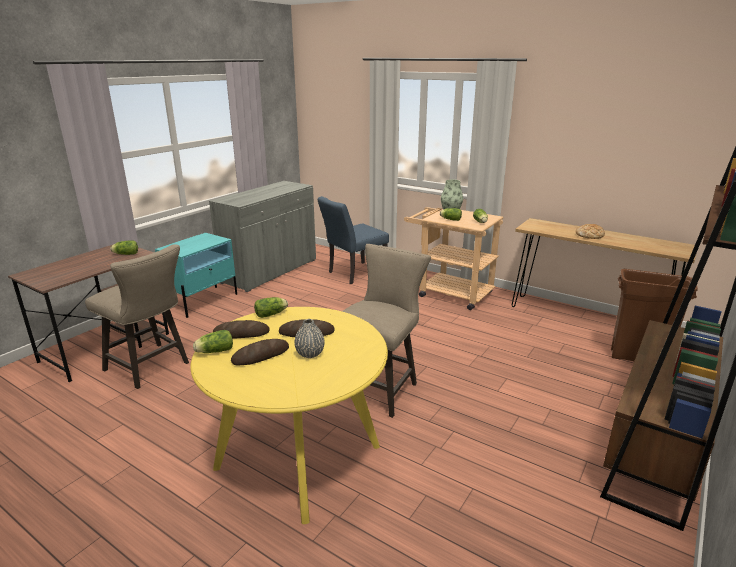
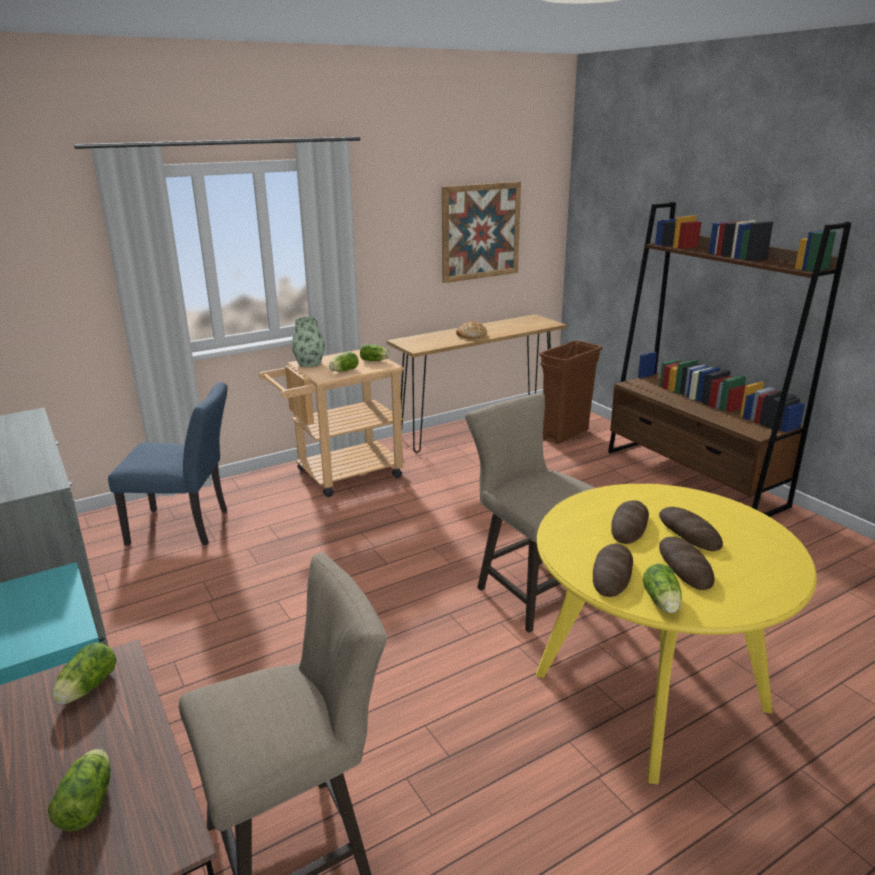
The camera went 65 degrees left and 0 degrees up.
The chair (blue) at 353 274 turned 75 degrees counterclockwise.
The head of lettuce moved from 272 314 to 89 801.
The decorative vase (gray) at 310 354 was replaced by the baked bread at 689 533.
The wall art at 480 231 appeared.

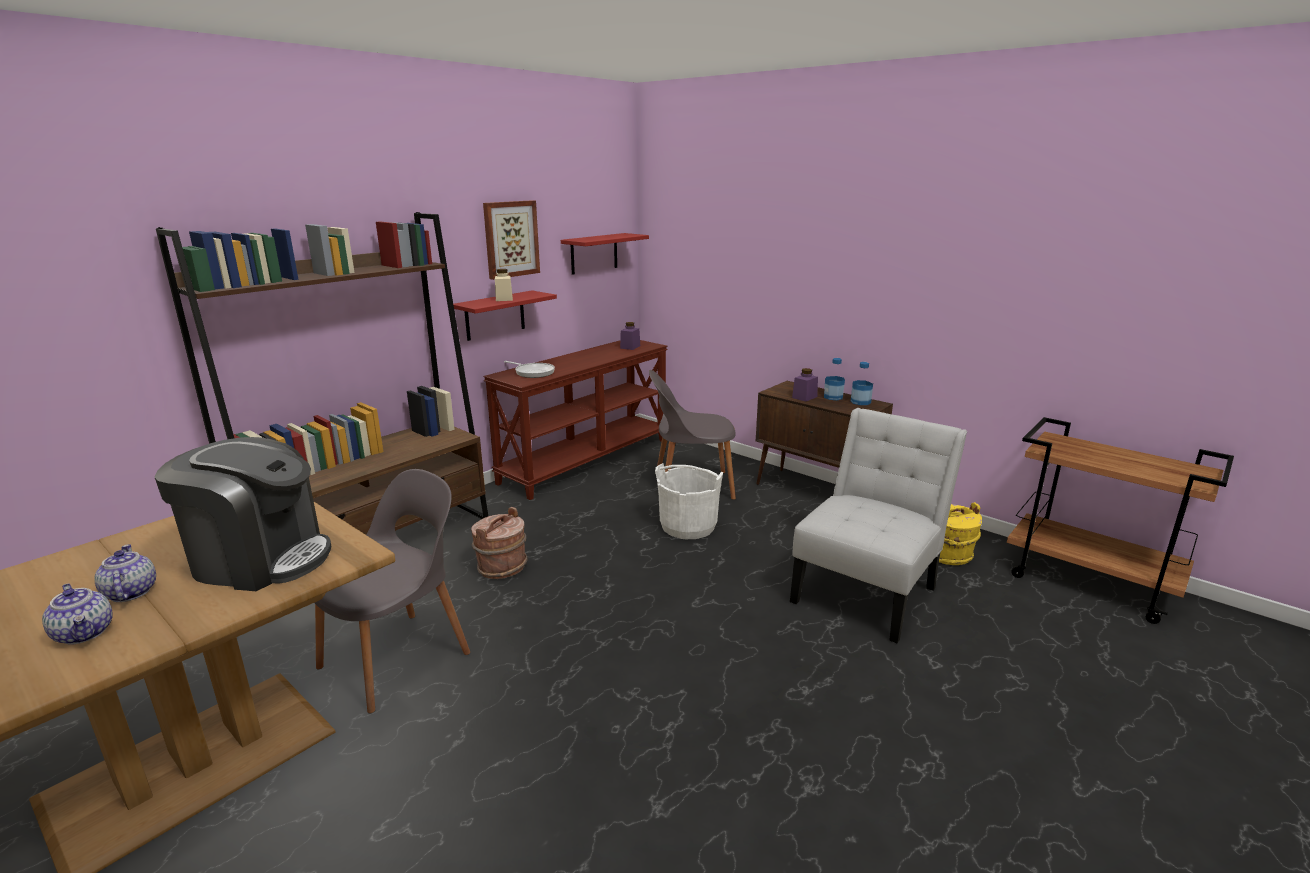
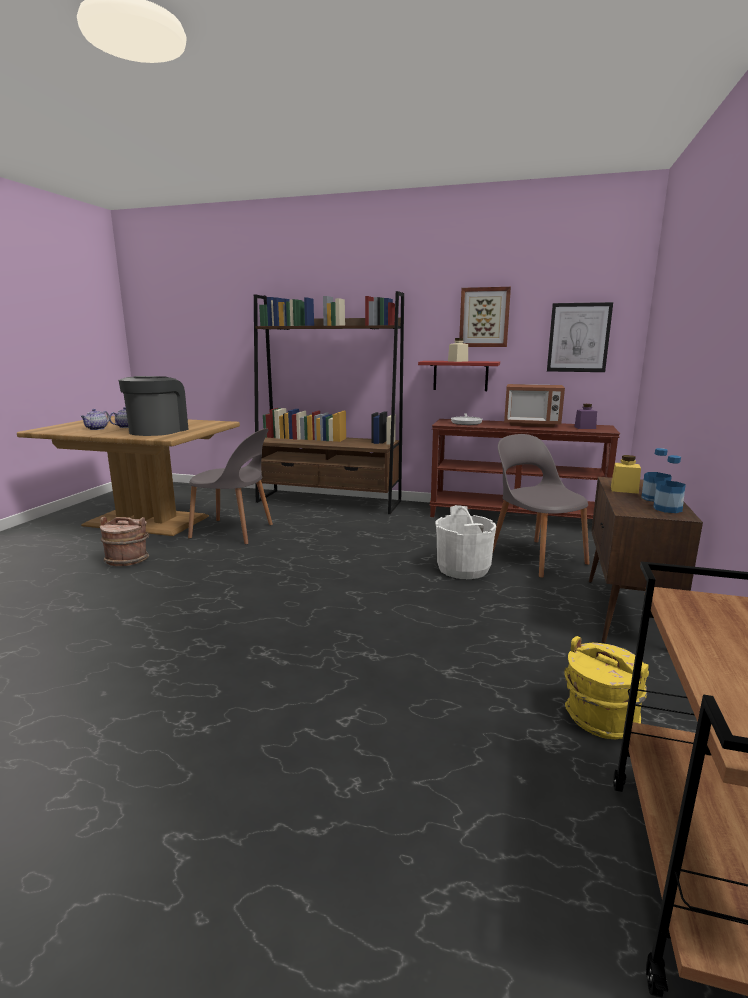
The camera went 65 degrees right and 5 degrees down.
The wall shelf (red-coloured) at 594 253 was replaced by the wall art at 578 337.
The preserve jar (purplish) at 804 397 became the preserve jar (yellow-coloured) at 624 490.
The chair (white) at 867 591 disappeared.
The coffee brewer at 261 559 turned 150 degrees counterclockwise.
The pail (brown) moved from 501 567 to 128 560.
The microwave at 531 424 appeared.

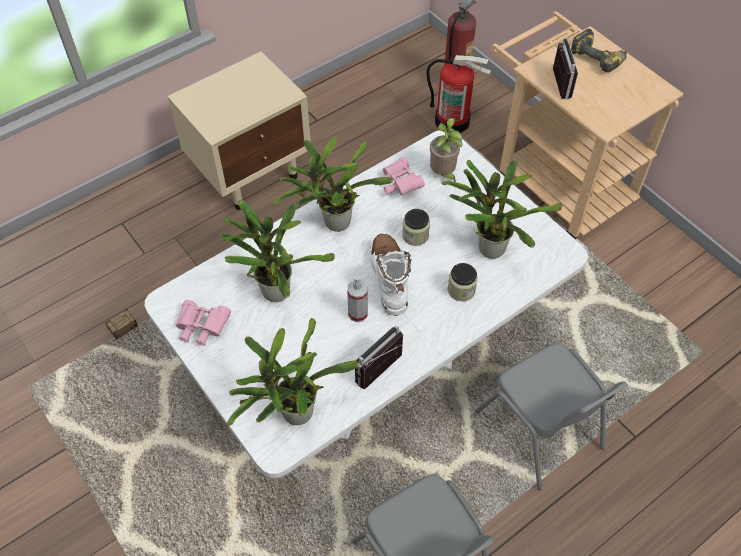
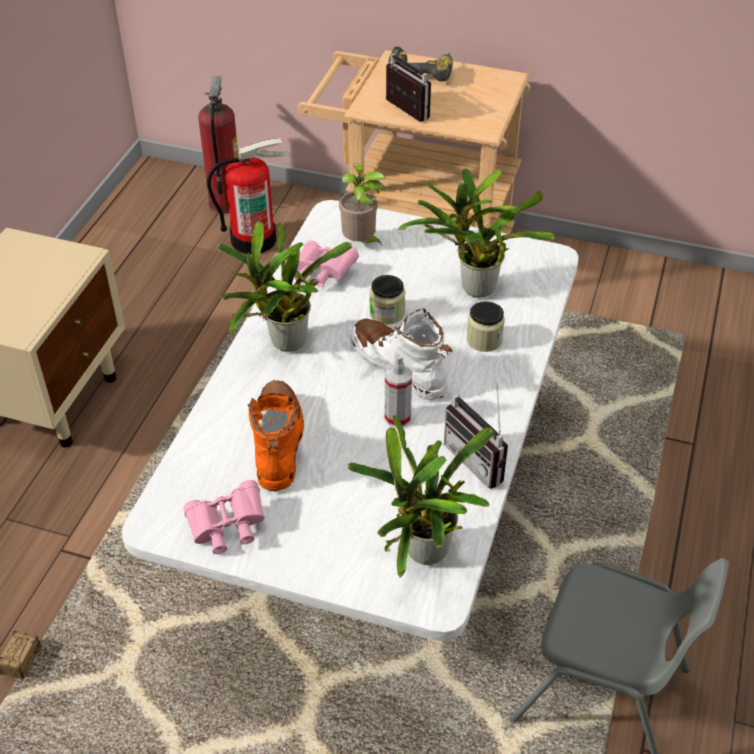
The camera went 35 degrees left and 10 degrees down.
The plant in a pot at 274 289 was replaced by the high-top boot (orange-coloured) at 278 442.
The radio set at 383 374 turned 45 degrees counterclockwise.
The chair (gray) at 540 431 disappeared.

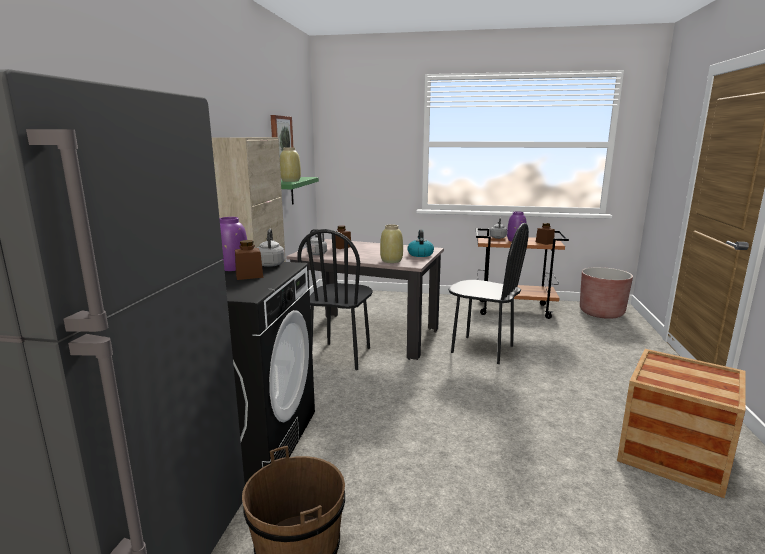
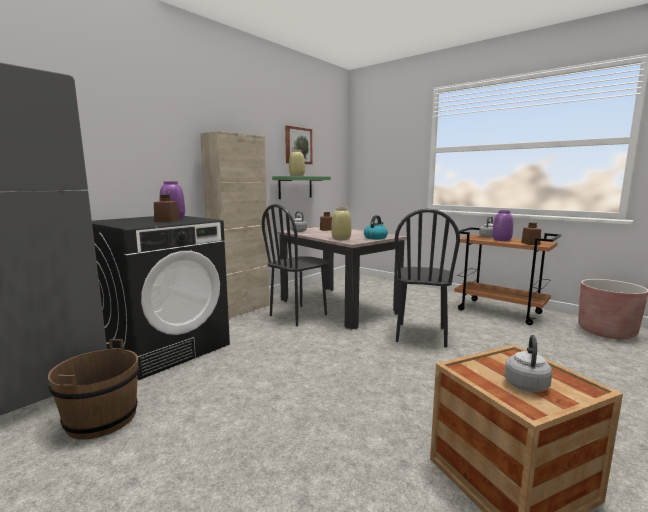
The camera went 30 degrees right and 5 degrees down.
The chair (black-coloured) at 482 349 turned 45 degrees clockwise.
The water kettle (gray) moved from 270 264 to 526 384.

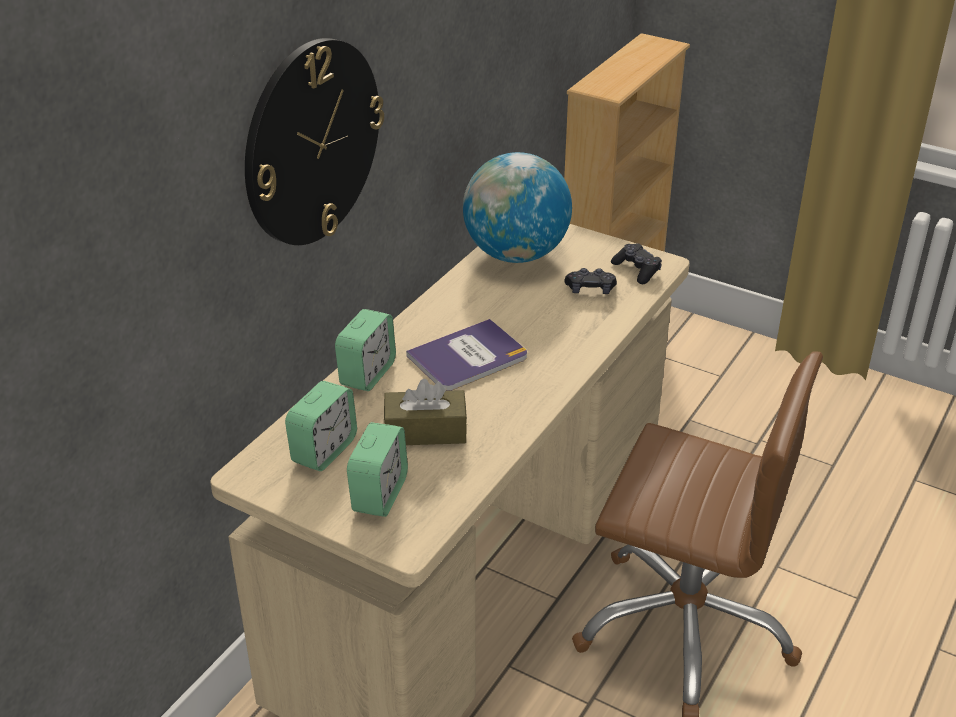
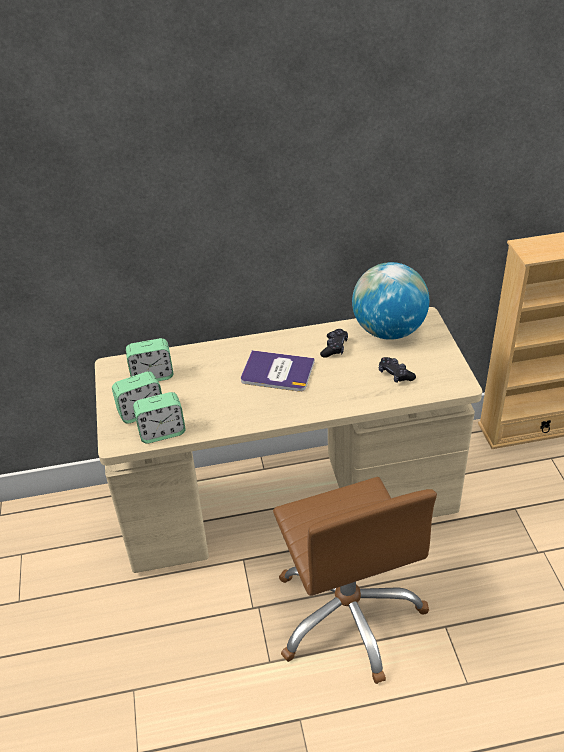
The camera went 50 degrees right and 5 degrees up.
The clock on the wall at 312 142 disappeared.
The joypad (black-coloured) moved from 637 270 to 334 348.
The alarm clock moved from 367 374 to 162 432.
The tissue holder (brown) at 425 431 disappeared.

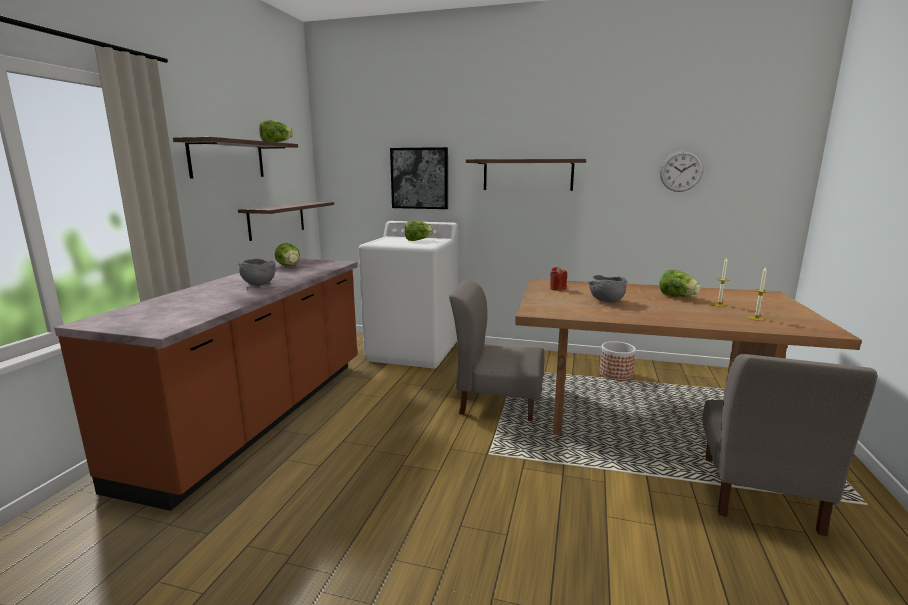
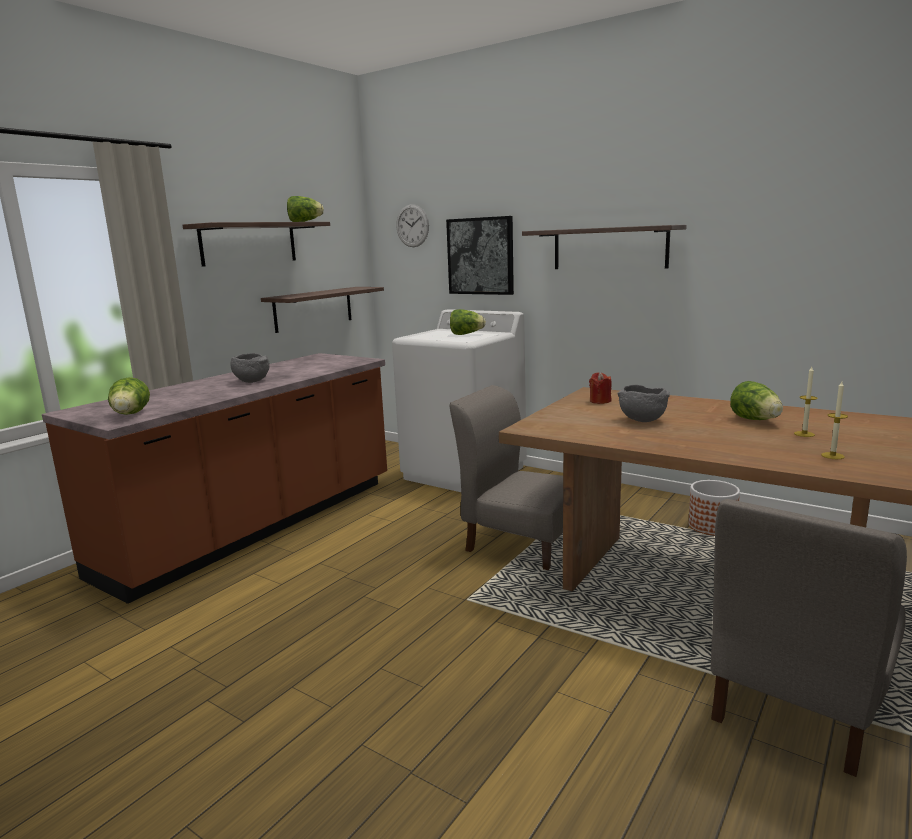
The camera went 20 degrees right and 0 degrees up.
The clock on the wall moved from 681 171 to 412 226.
The head of lettuce moved from 290 266 to 130 415.

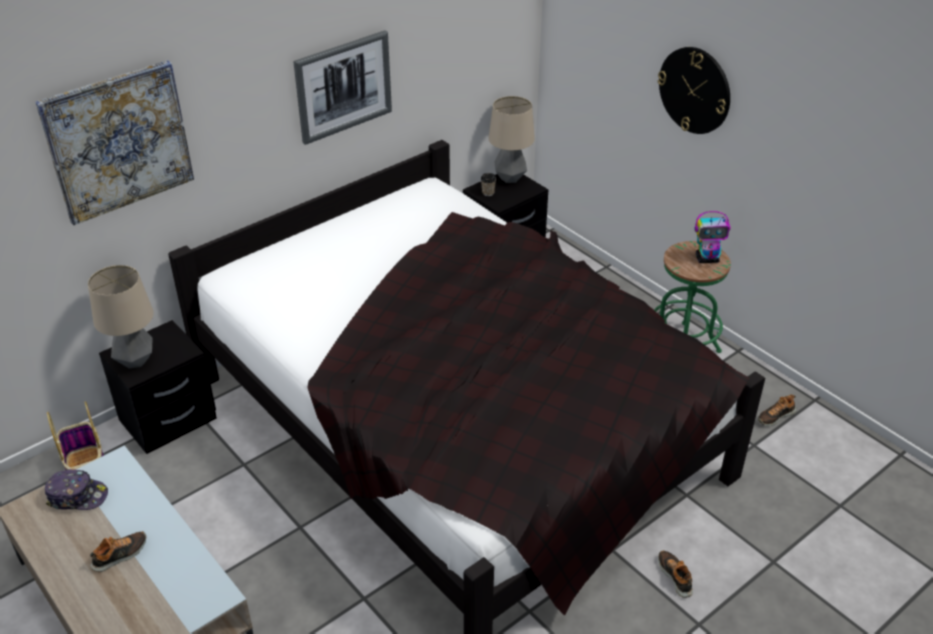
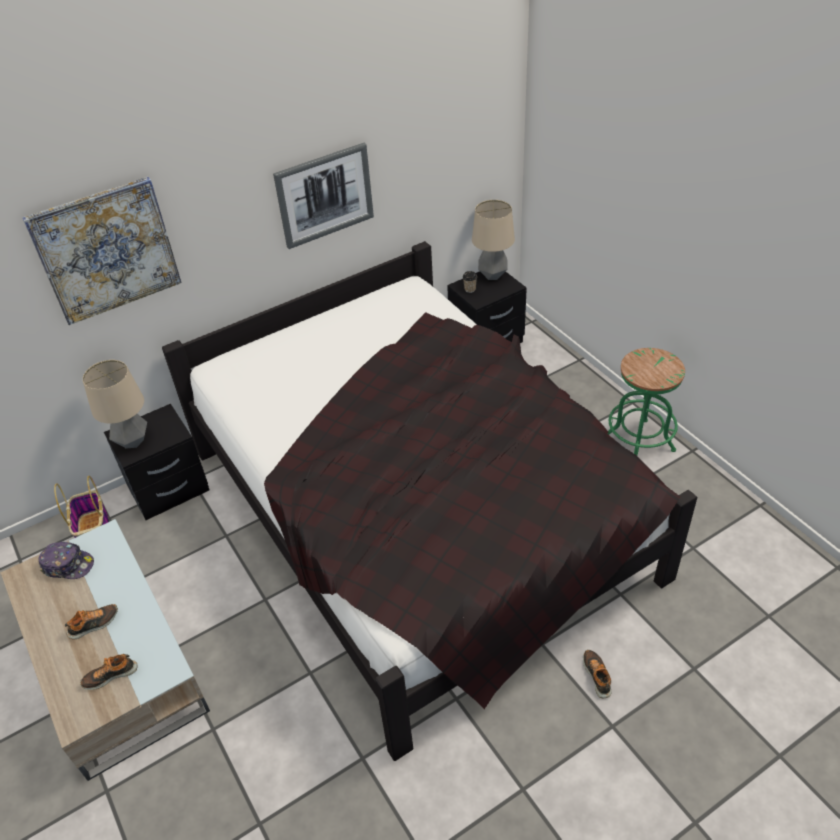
The camera went 10 degrees right and 5 degrees up.
The clock on the wall at 695 90 disappeared.
The model robot at 707 259 disappeared.
The shoe moved from 775 416 to 110 675.

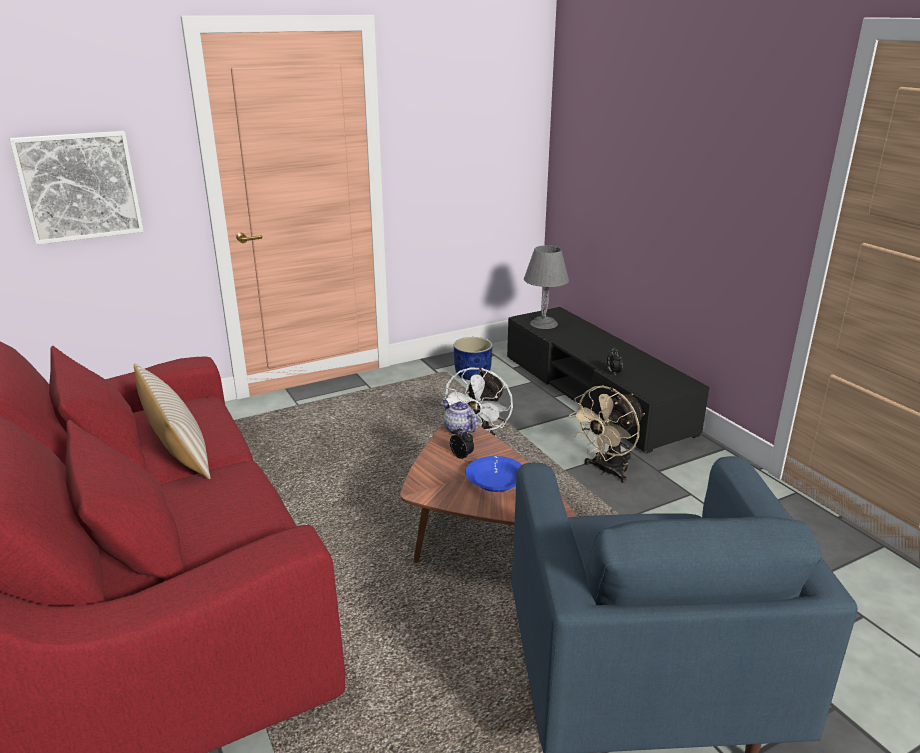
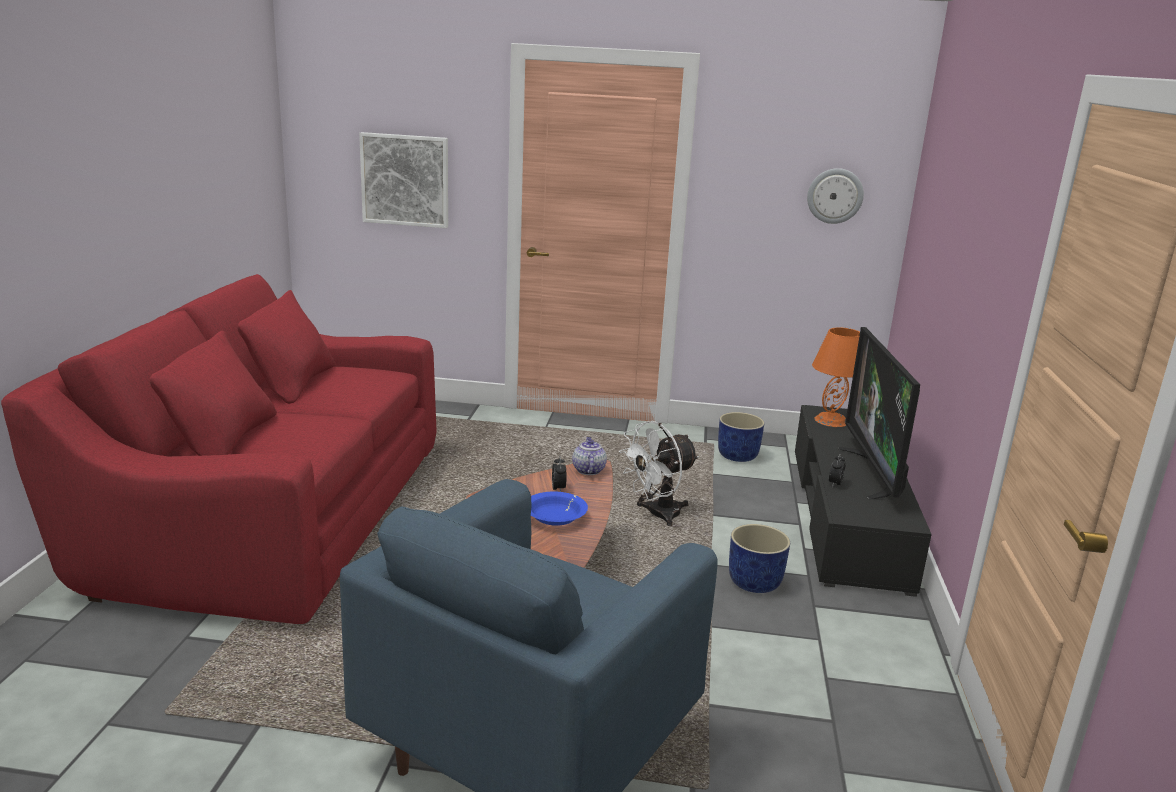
The camera went 35 degrees right and 5 degrees down.
The tabletop lamp (gray) at 543 323 became the tabletop lamp (orange-coloured) at 831 420.
The throw pillow (beige) at 177 447 disappeared.
The electric fan (beige) at 606 471 was replaced by the plant pot (blue) at 755 583.
The clock on the wall at 835 196 appeared.
The TV set at 874 473 appeared.

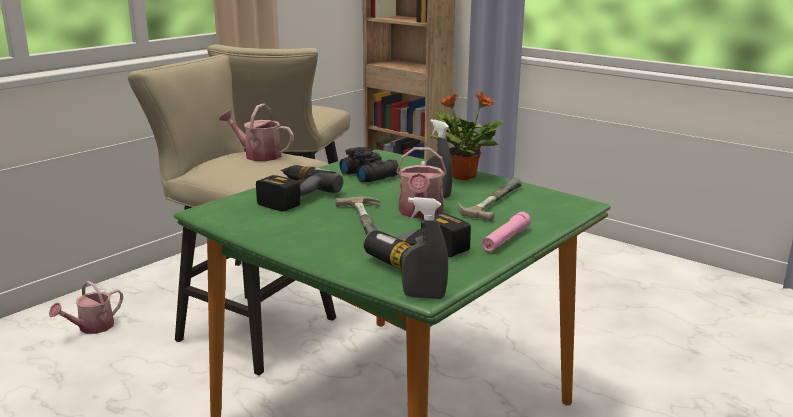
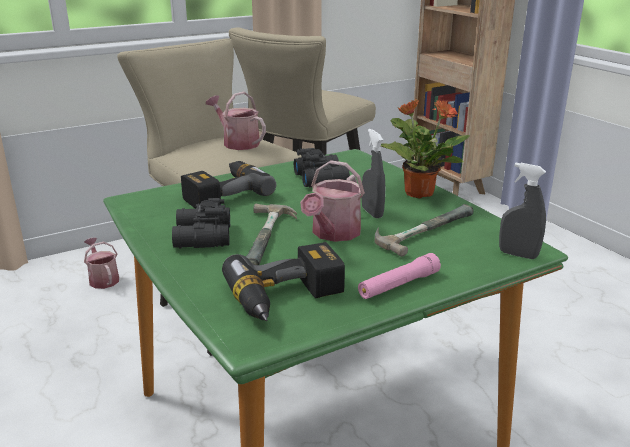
The camera went 20 degrees right and 5 degrees up.
The hand sprayer (gray) moved from 424 296 to 518 254.
The watering can at 92 328 turned 90 degrees clockwise.
The pair of binoculars (black-coloured) at 201 238 appeared.

